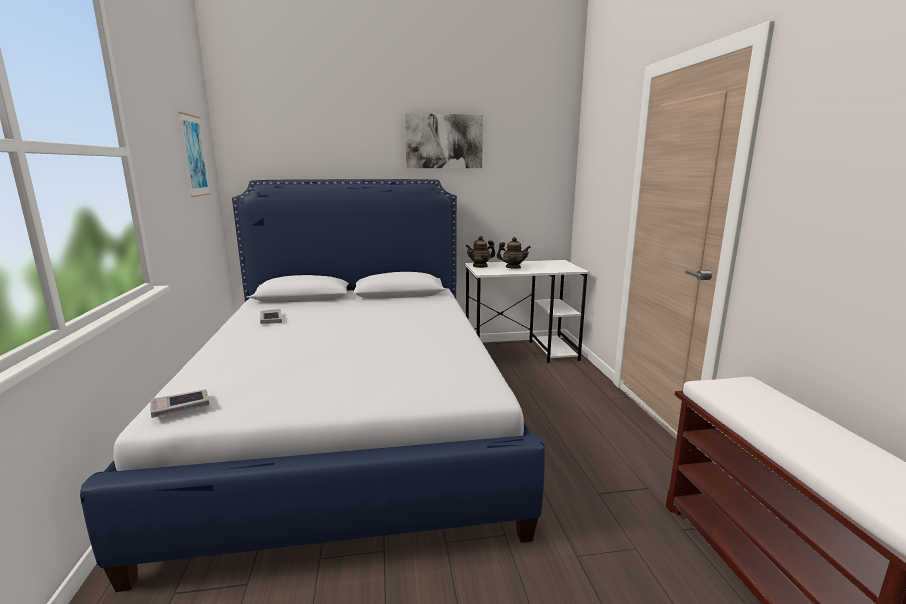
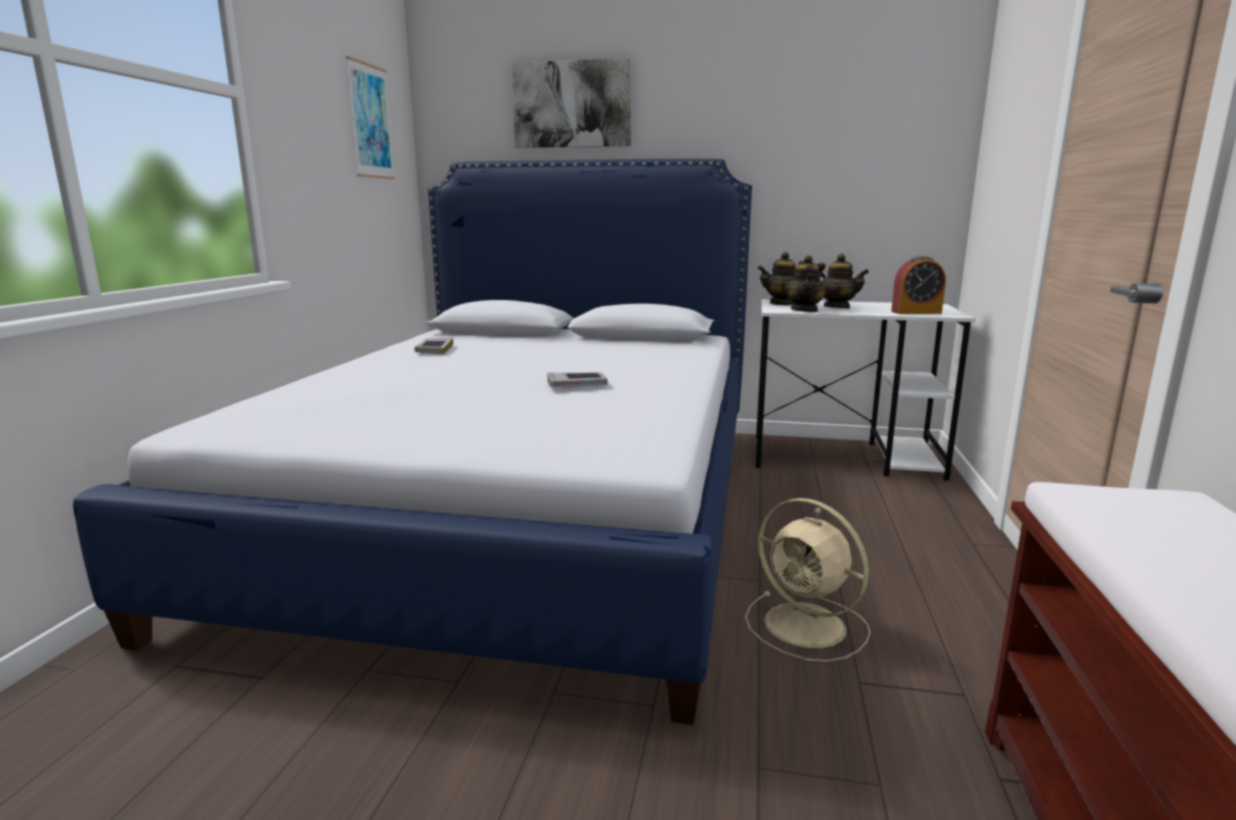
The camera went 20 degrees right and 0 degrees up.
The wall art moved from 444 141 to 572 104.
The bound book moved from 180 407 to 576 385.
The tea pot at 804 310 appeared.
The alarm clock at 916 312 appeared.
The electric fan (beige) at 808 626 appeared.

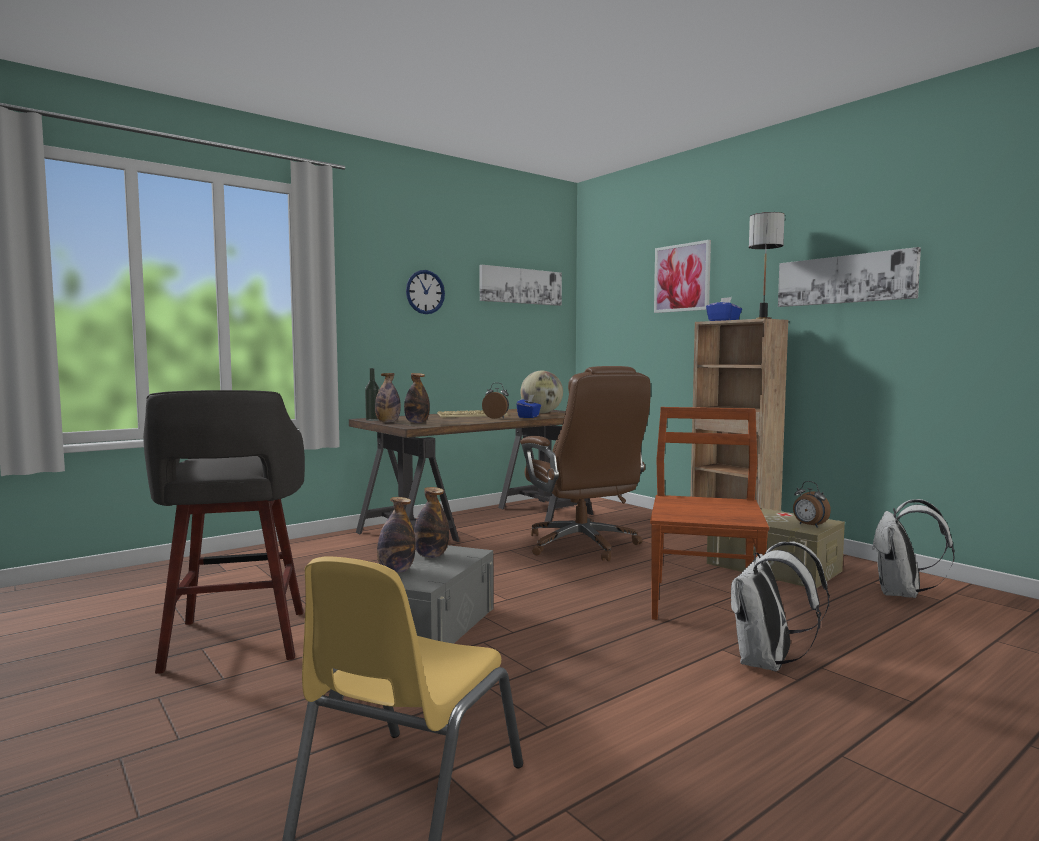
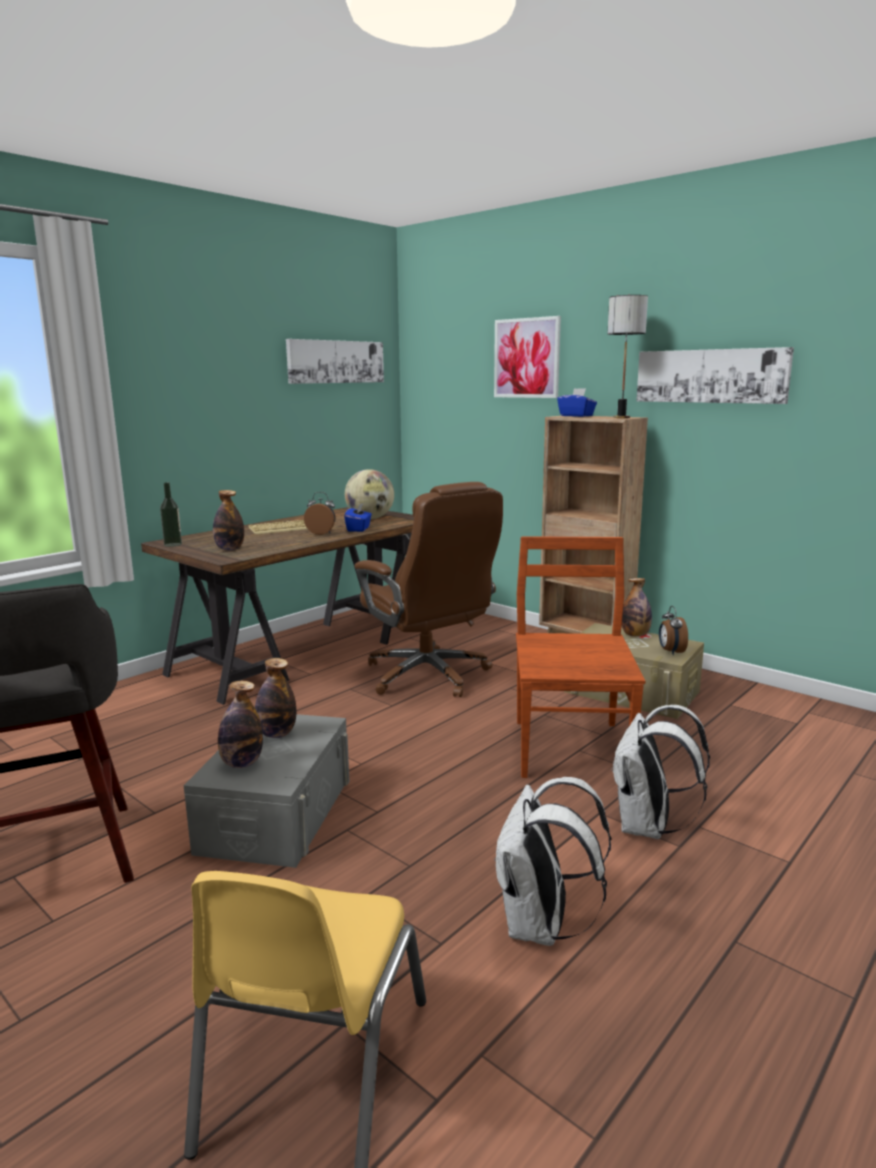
The camera went 10 degrees left and 10 degrees up.
The clock on the wall at 425 292 disappeared.
The beverage bottle moved from 388 422 to 635 635.
The alarm clock at 809 525 turned 45 degrees clockwise.
The rucksack (white) moved from 902 594 to 541 926.

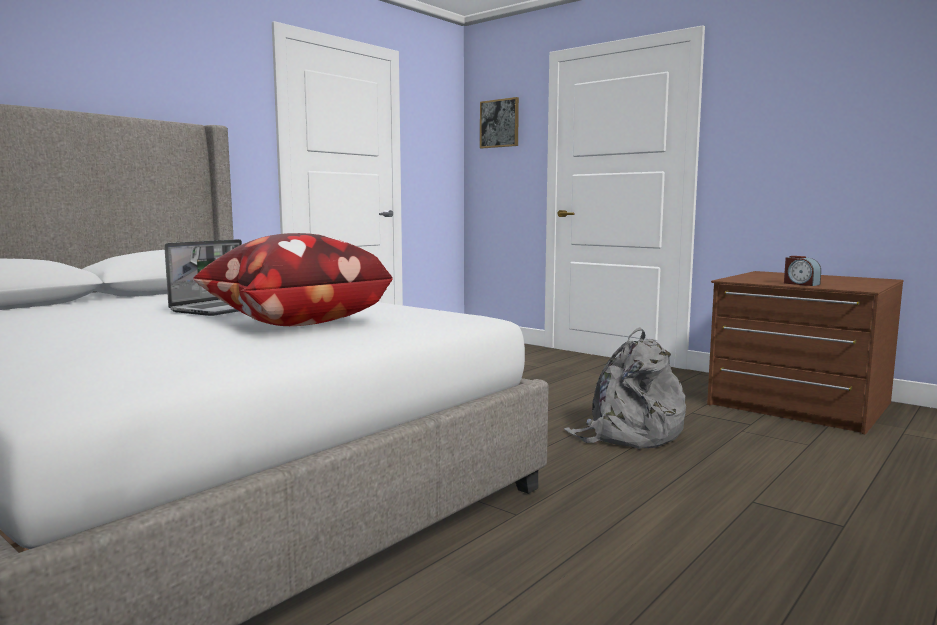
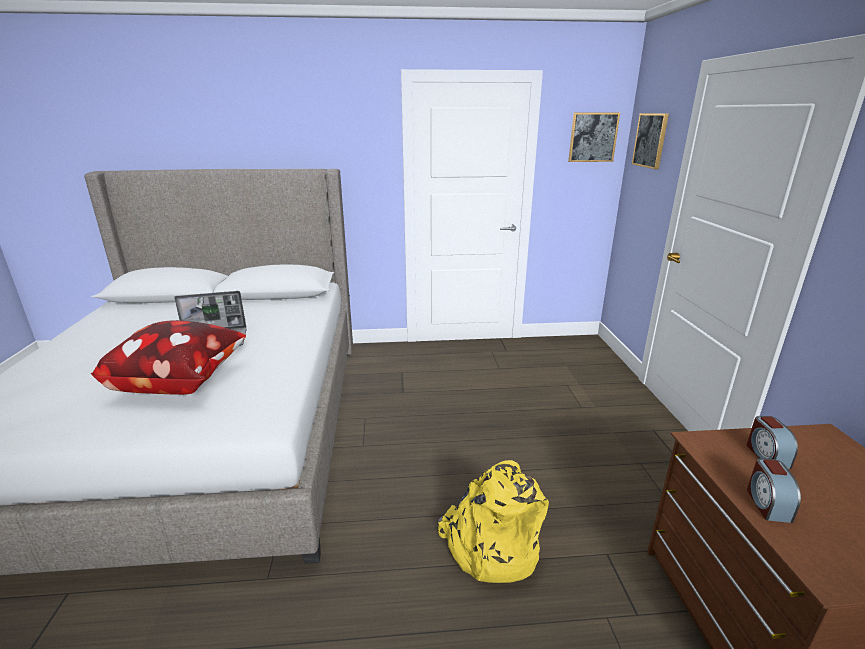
The camera went 45 degrees right and 15 degrees up.
The rucksack (gray) at 628 435 became the rucksack (yellow-coloured) at 490 546.
The wall art at 593 137 appeared.
The alarm clock at 766 455 appeared.

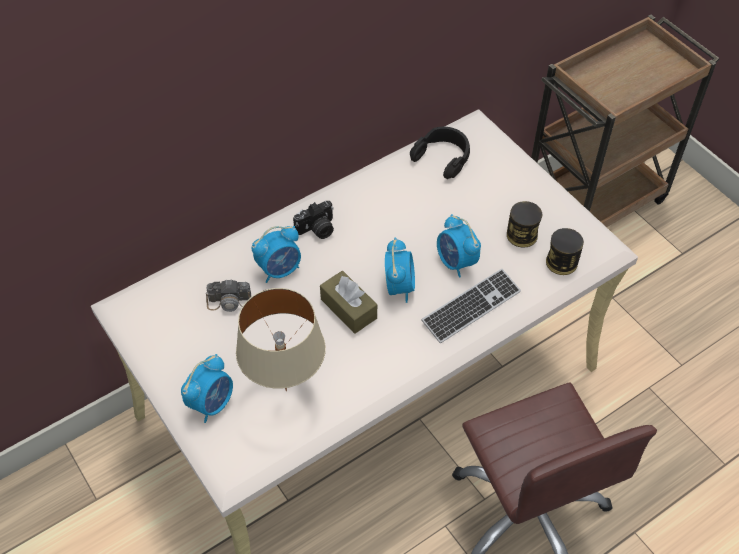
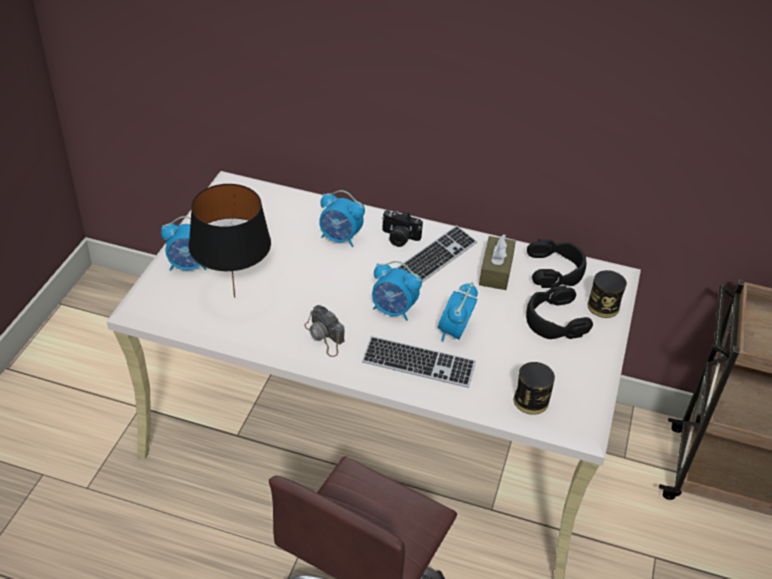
The camera went 50 degrees right and 10 degrees down.
The can moved from 521 235 to 603 306.
The alarm clock at 399 286 turned 60 degrees clockwise.
The tissue holder (brown) moved from 348 308 to 496 271.
The photo camera moved from 233 303 to 325 336.
The tabletop lamp (beige) at 285 391 became the tabletop lamp (black-coloured) at 233 296.
The keyboard at 435 258 appeared.
The headphones (black-coloured) at 554 320 appeared.

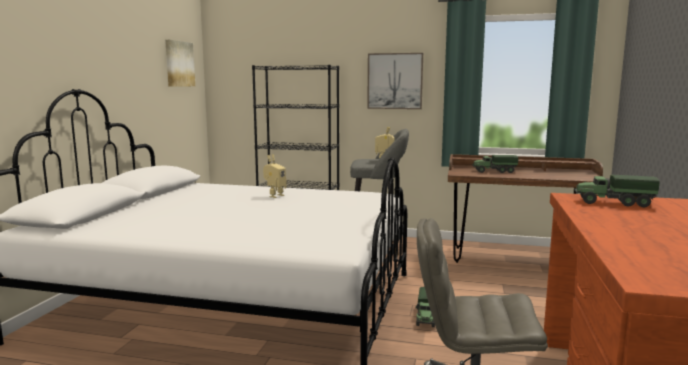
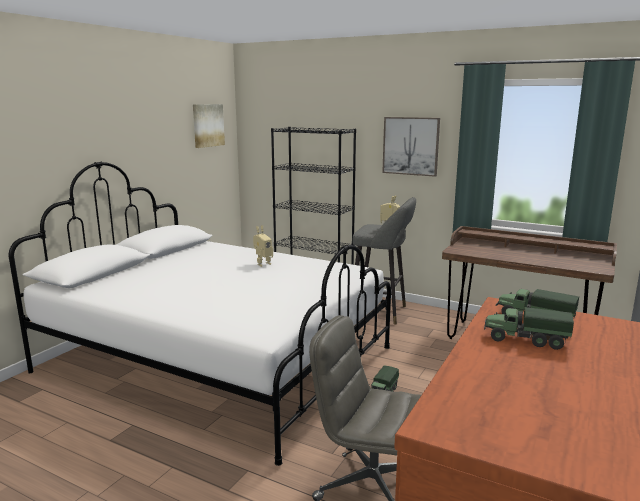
The camera went 15 degrees right and 5 degrees up.
The model truck moved from 494 171 to 525 339.

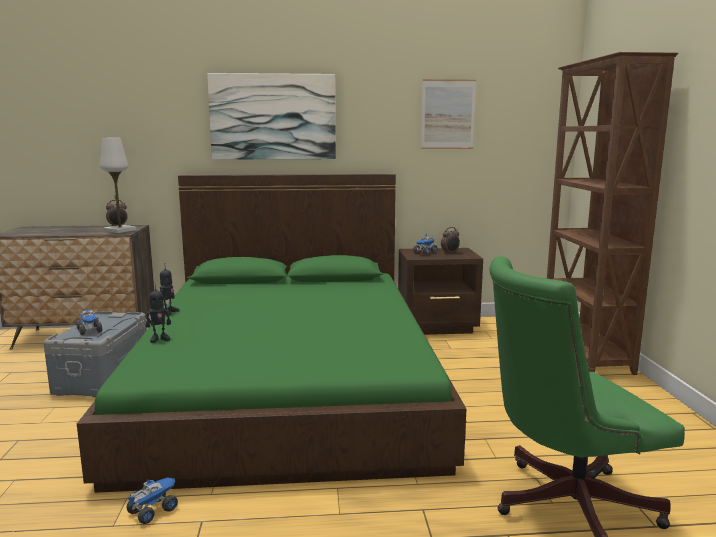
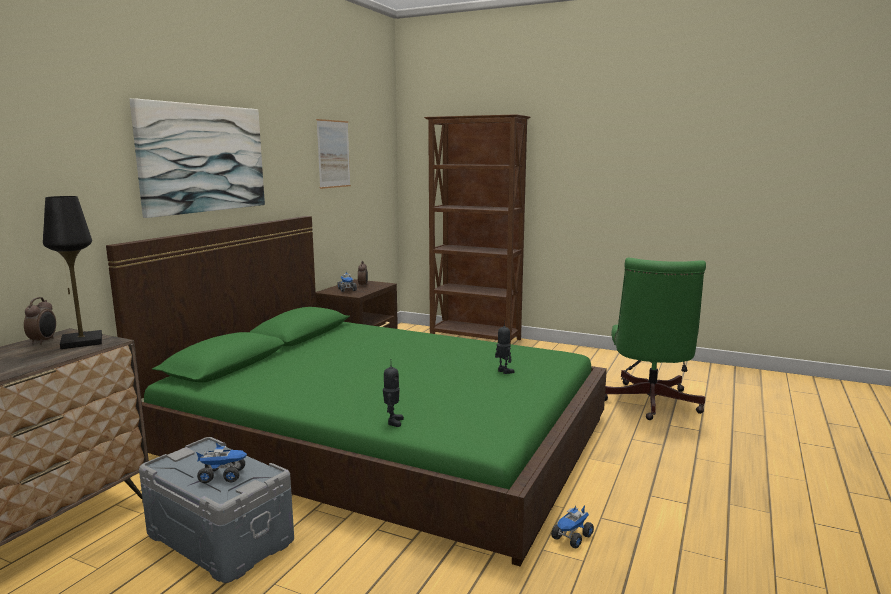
The camera went 60 degrees left and 0 degrees up.
The tabletop lamp (white) at 120 230 became the tabletop lamp (black-coloured) at 81 342.
The model robot moved from 169 312 to 503 371.
The model truck at 153 510 turned 120 degrees counterclockwise.

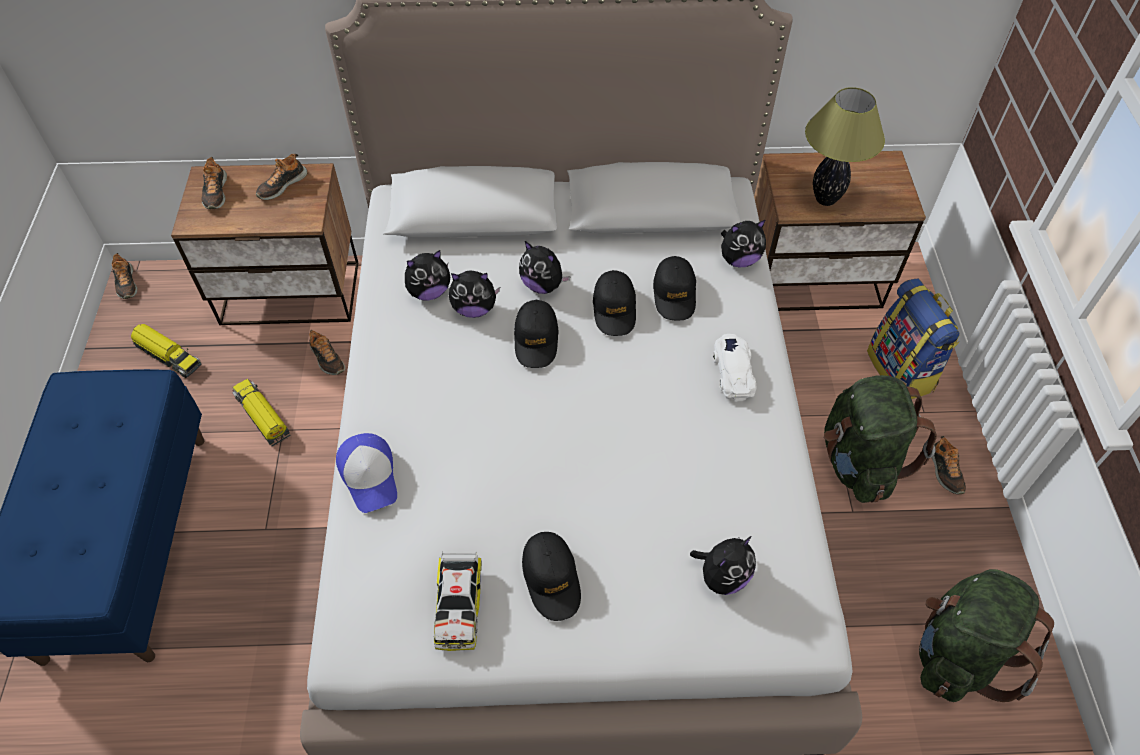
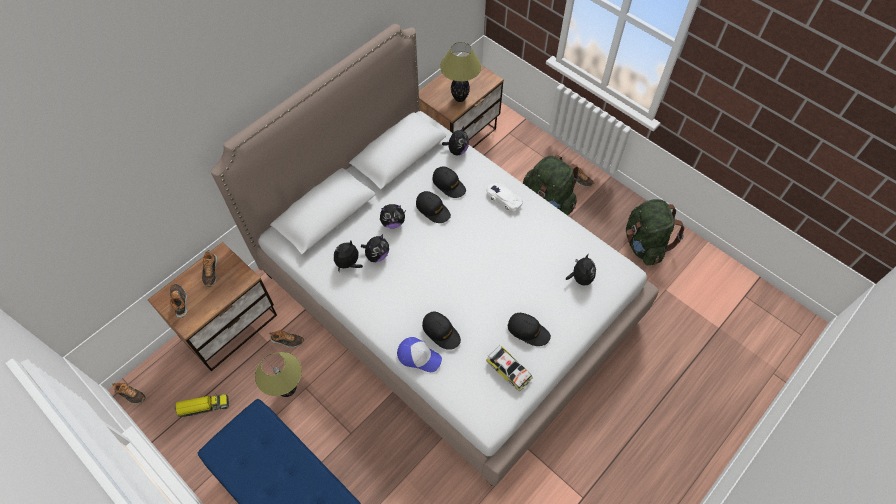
The camera went 45 degrees left and 5 degrees up.
The shoe at 215 192 turned 150 degrees counterclockwise.
The plush toy at 429 292 turned 150 degrees counterclockwise.
The rucksack at 901 371 disappeared.
The peaked cap (black-coloured) moved from 536 339 to 441 332.
The model truck at 263 416 was replaced by the tabletop lamp at 288 391.

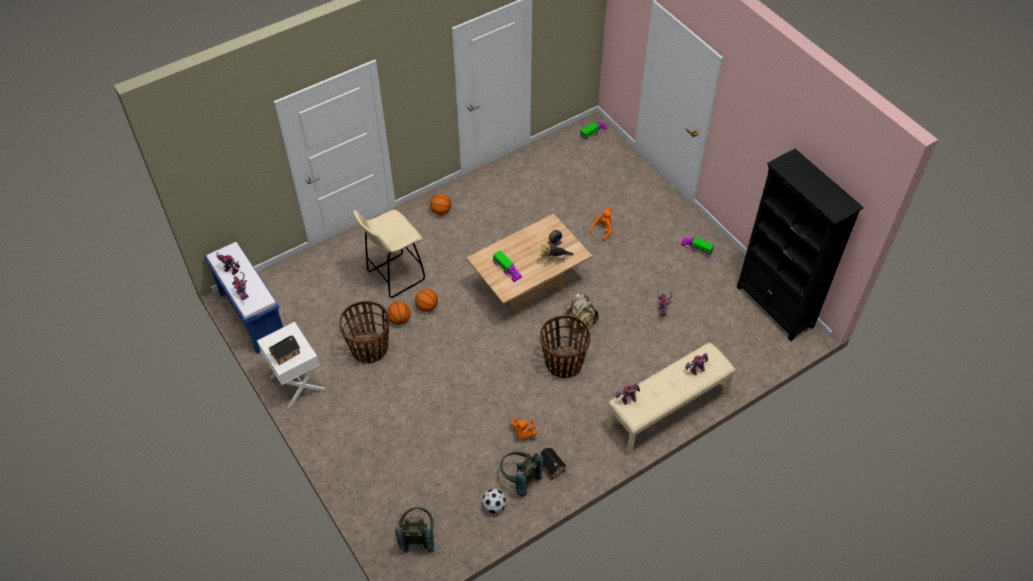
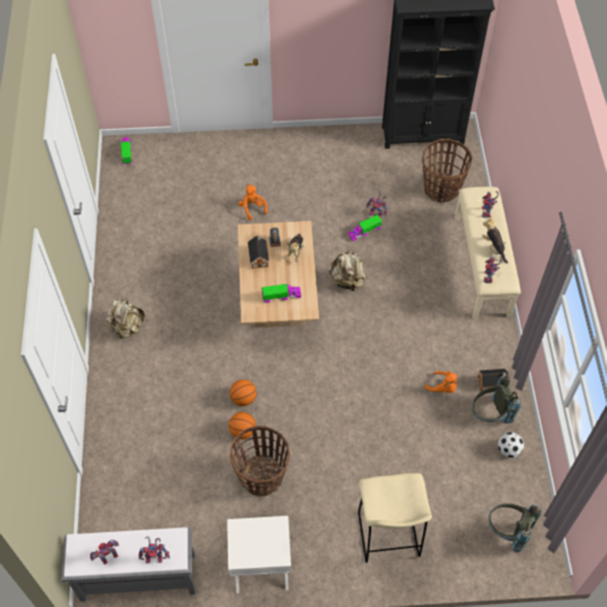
The camera went 60 degrees left and 5 degrees up.
The ball for basketball at 441 211 was replaced by the rucksack (beige) at 127 327.
The sitting stool (beige) moved from 394 277 to 388 537.
The model truck moved from 696 248 to 364 231.
The bench (blue) at 252 315 became the bench (gray) at 137 578.
The storage basket moved from 563 363 to 441 189.
The miniature house moved from 286 353 to 258 257.
The plush toy at 494 247 appeared.

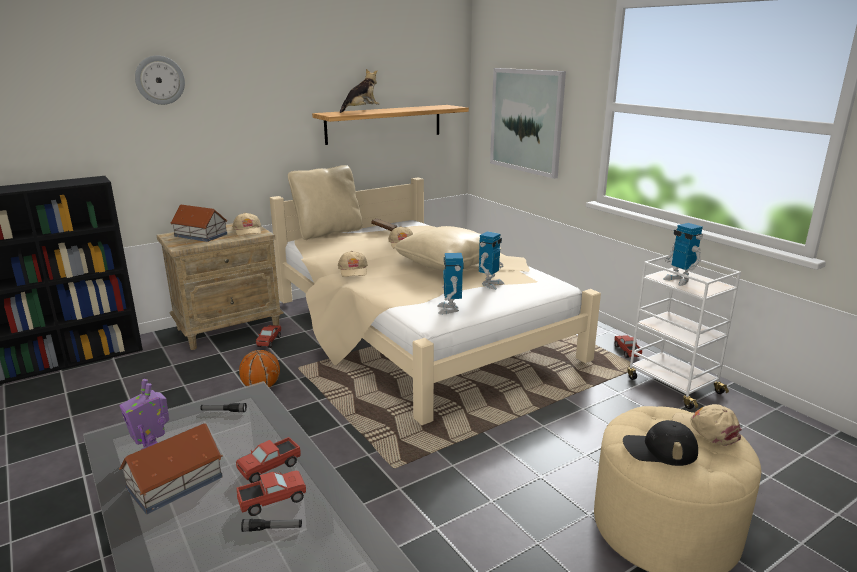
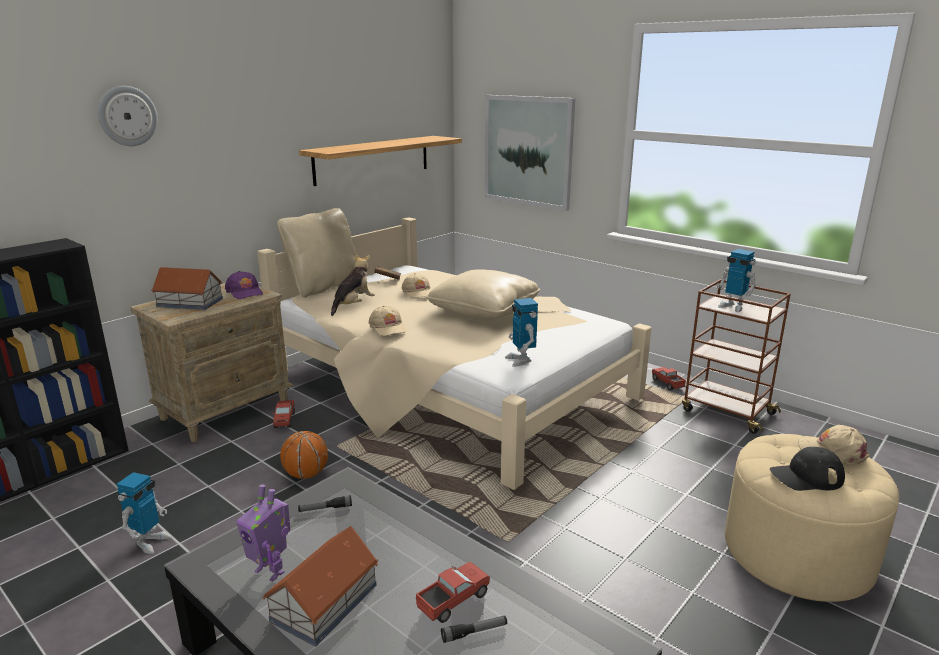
The camera went 15 degrees left and 0 degrees up.
The plush toy moved from 361 110 to 353 305.
The peaked cap (beige) at 248 230 became the peaked cap (purplish) at 245 292.
The model robot moved from 490 284 to 149 542.
The cart (white) at 672 385 became the cart (brown) at 726 411.
The model truck at 270 468 disappeared.

